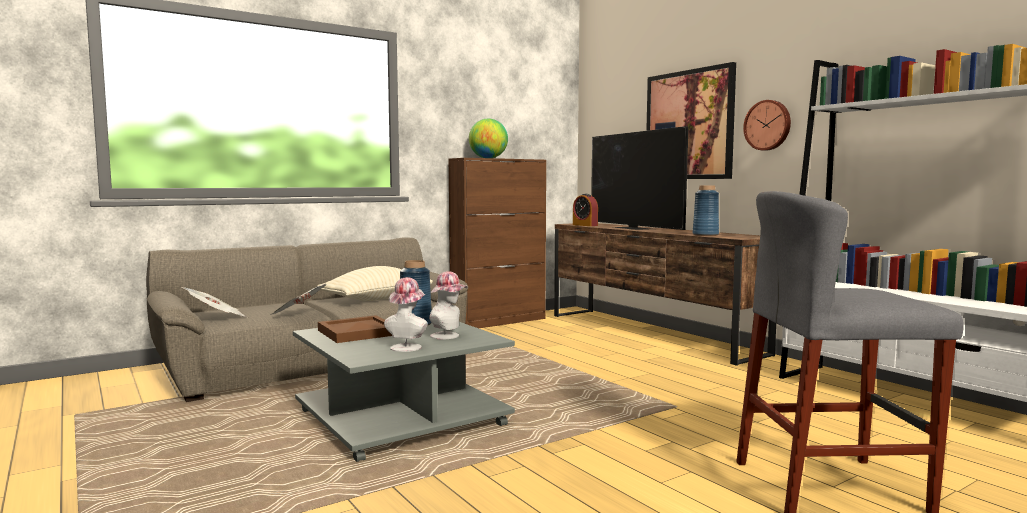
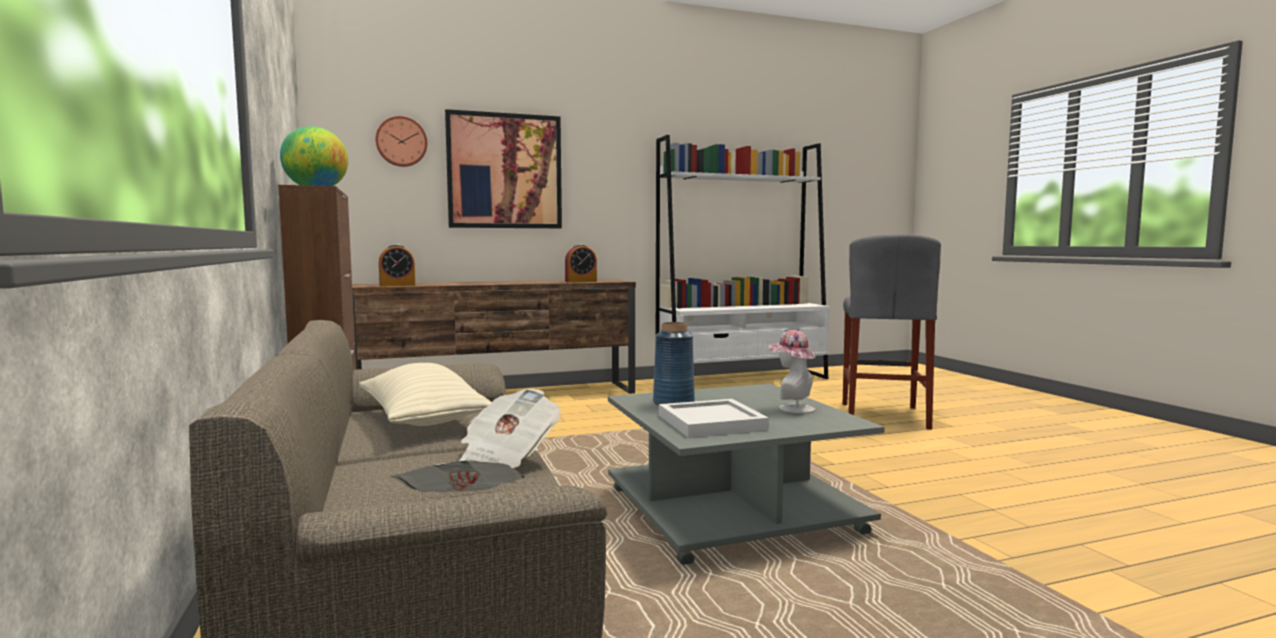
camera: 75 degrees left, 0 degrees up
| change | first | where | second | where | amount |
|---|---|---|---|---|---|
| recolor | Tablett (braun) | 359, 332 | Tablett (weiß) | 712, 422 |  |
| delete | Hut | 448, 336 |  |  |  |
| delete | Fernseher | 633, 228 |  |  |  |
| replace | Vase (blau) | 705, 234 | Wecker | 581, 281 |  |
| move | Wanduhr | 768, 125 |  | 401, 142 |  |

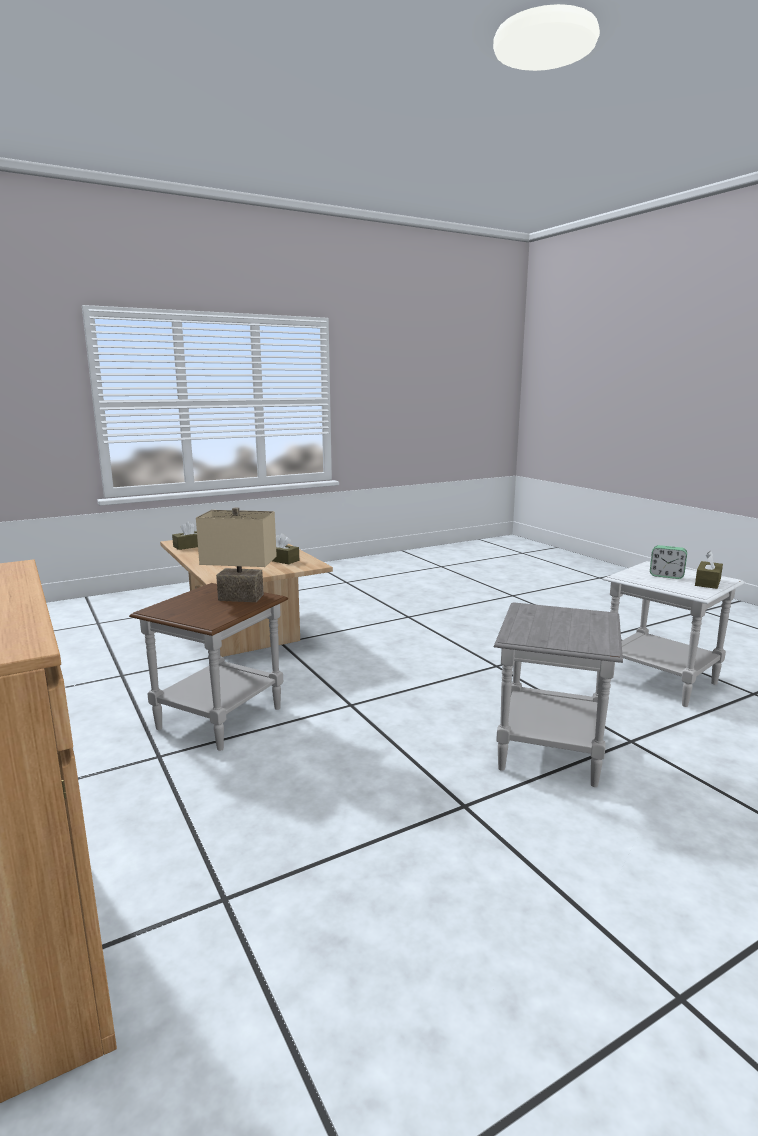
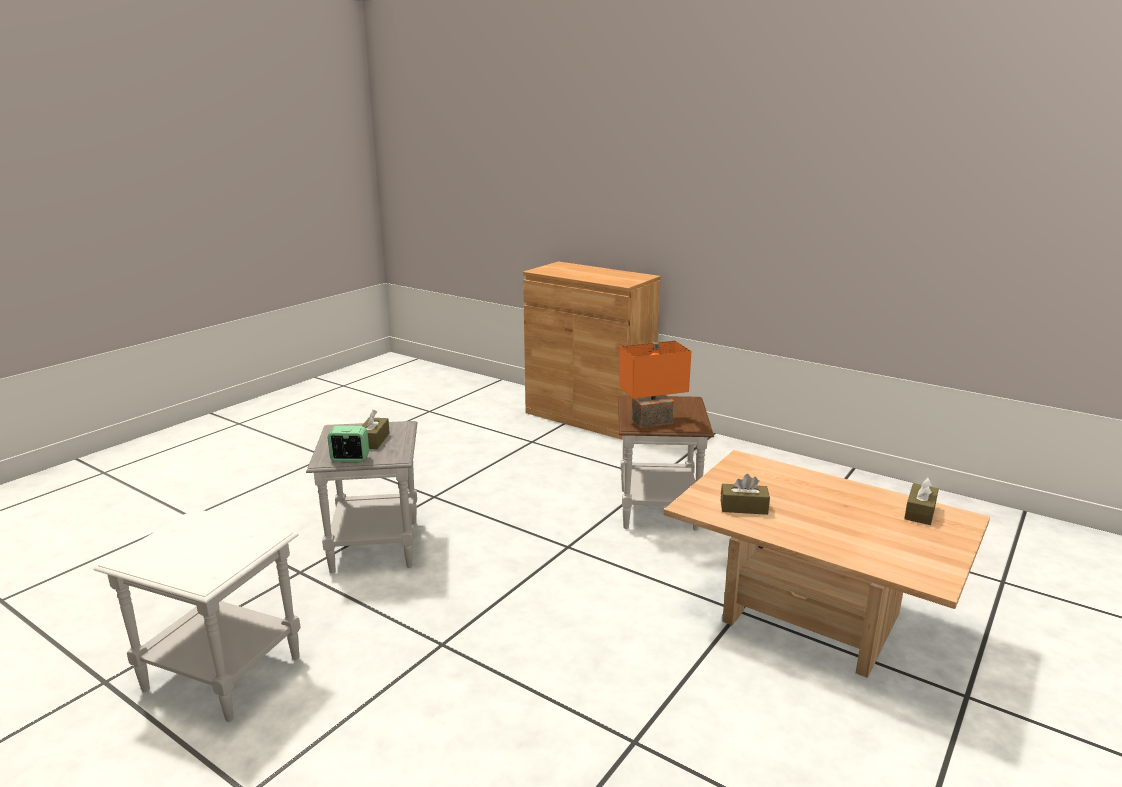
camera: 155 degrees right, 5 degrees up
| change | first | where | second | where | amount |
|---|---|---|---|---|---|
| recolor | Tischlampe (beige) | 239, 598 | Tischlampe (orange) | 651, 420 |  |
| move | Wecker | 666, 576 |  | 350, 459 |  |
| move | Taschentuchbox (braun) | 707, 582 |  | 373, 440 |  |

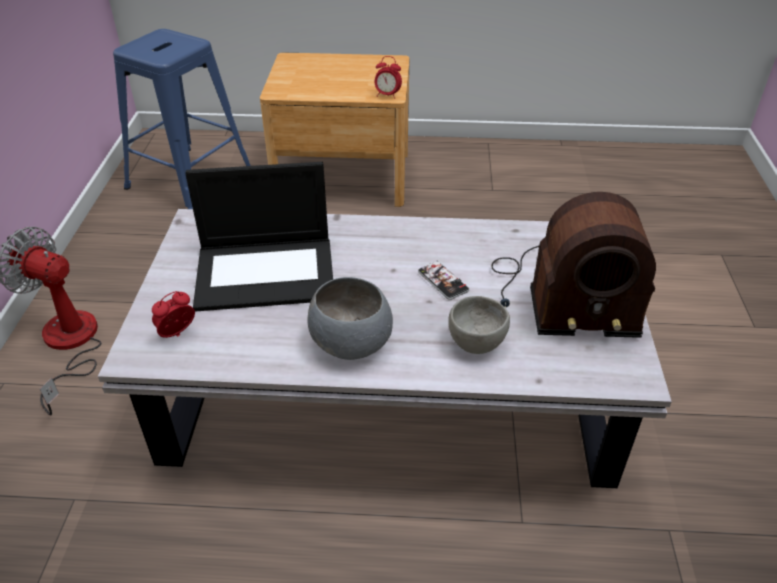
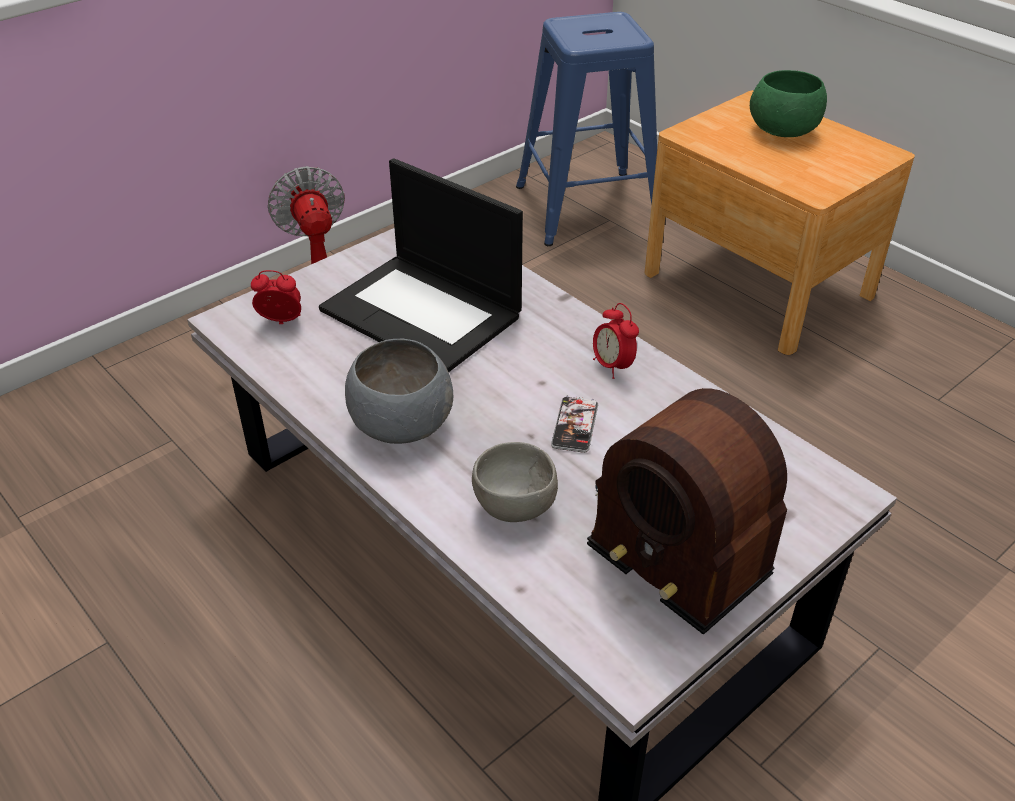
camera: 45 degrees right, 0 degrees up
| change | first | where | second | where | amount |
|---|---|---|---|---|---|
| move | Wecker | 387, 95 |  | 612, 366 |  |
| insert |  |  | Schüssel (grün) | 783, 130 |  |

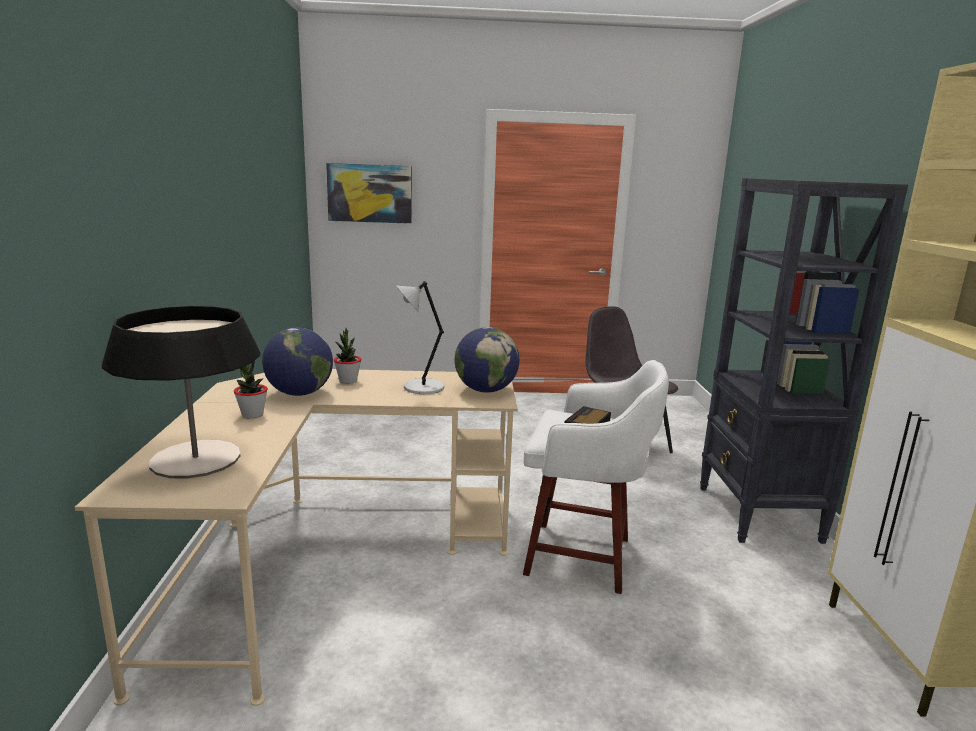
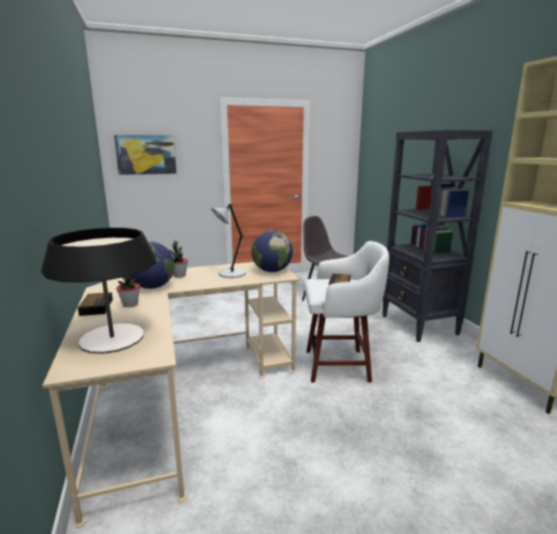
camera: 15 degrees left, 0 degrees up
| change | first | where | second | where | amount |
|---|---|---|---|---|---|
| insert |  |  | Wecker | 97, 306 |  |

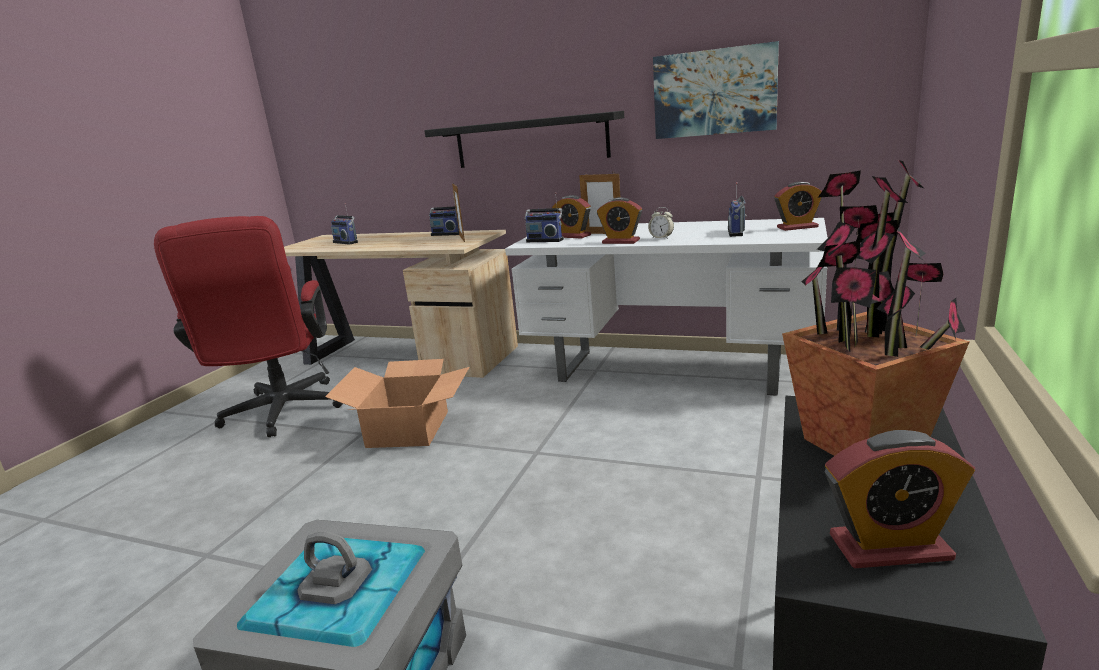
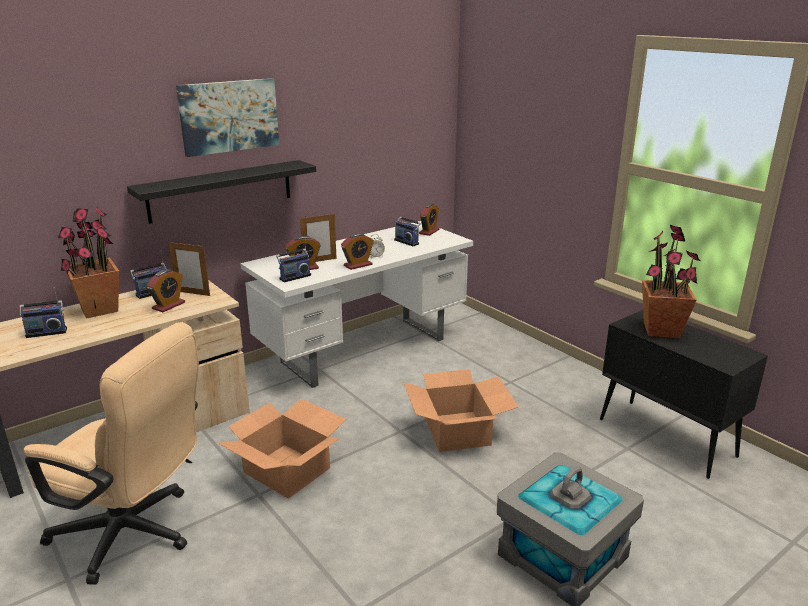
camera: 60 degrees left, 5 degrees up
| change | first | where | second | where | amount |
|---|---|---|---|---|---|
| recolor | Bürostuhl (rot) | 281, 414 | Bürostuhl (beige) | 134, 534 |  |
| move | Bild | 714, 92 |  | 229, 116 |  |
| move | Wecker | 889, 547 |  | 168, 305 |  |
| insert |  |  | Topfpflanze | 99, 309 |  |
| insert |  |  | Karton | 458, 431 |  |

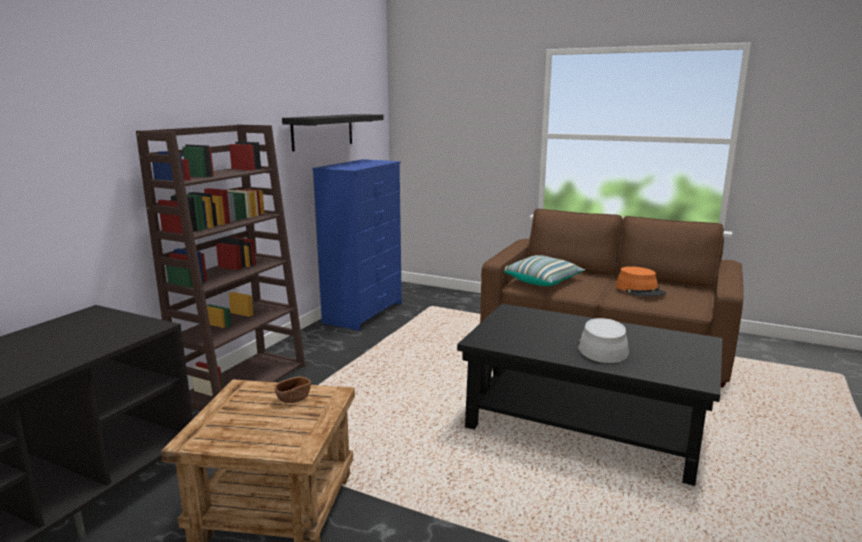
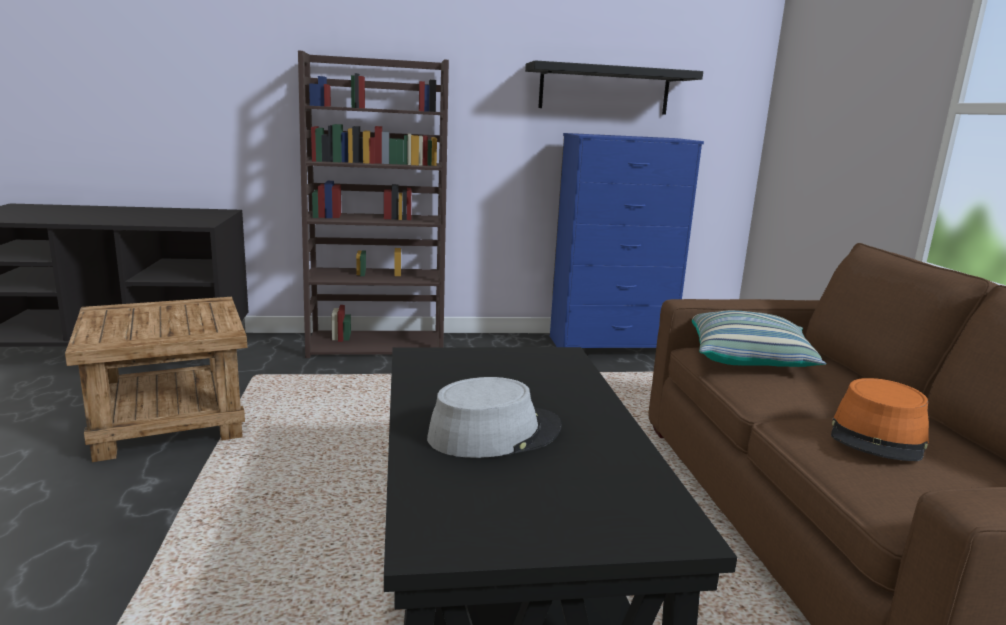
camera: 55 degrees right, 0 degrees up
| change | first | where | second | where | amount |
|---|---|---|---|---|---|
| delete | Schüssel (braun) | 293, 398 |  |  |  |

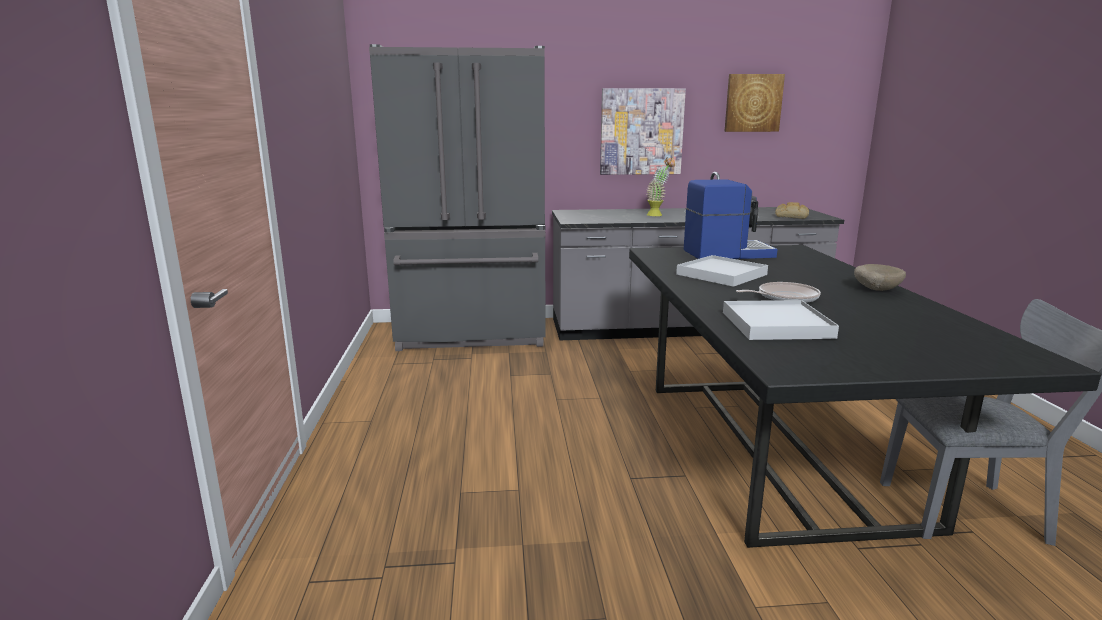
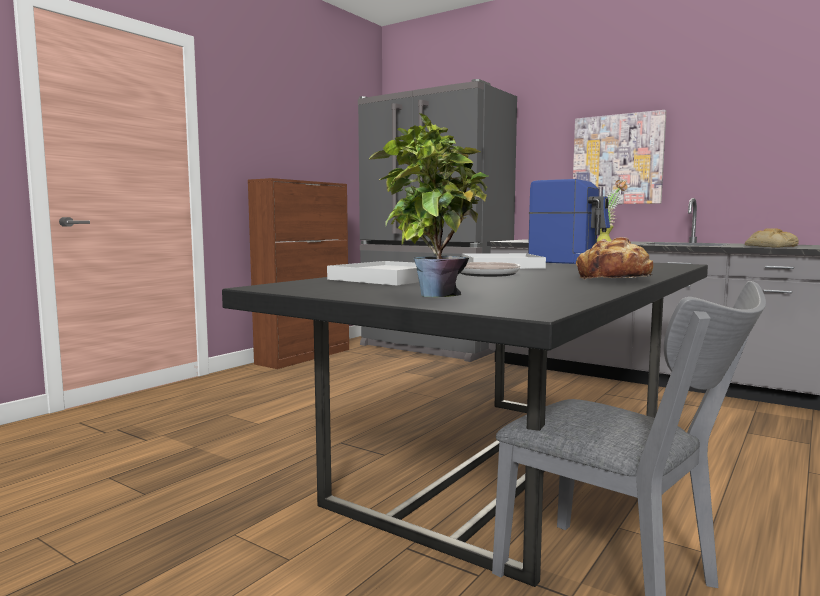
camera: 40 degrees right, 10 degrees down
| change | first | where | second | where | amount |
|---|---|---|---|---|---|
| delete | Bild | 753, 103 |  |  |  |
| replace | Schüssel (beige) | 875, 289 | Brot | 614, 279 |  |
| insert |  |  | Schrank (braun) | 304, 356 |  |
| insert |  |  | Topfpflanze | 431, 295 |  |

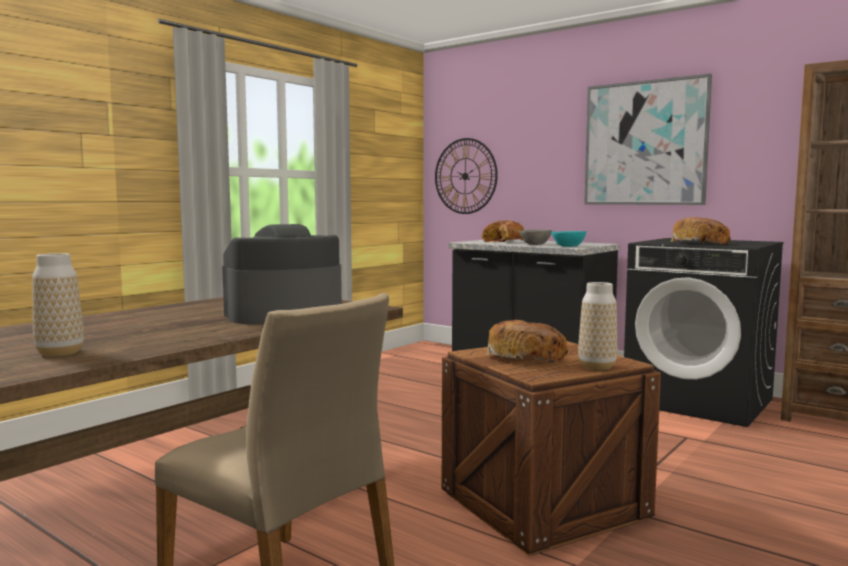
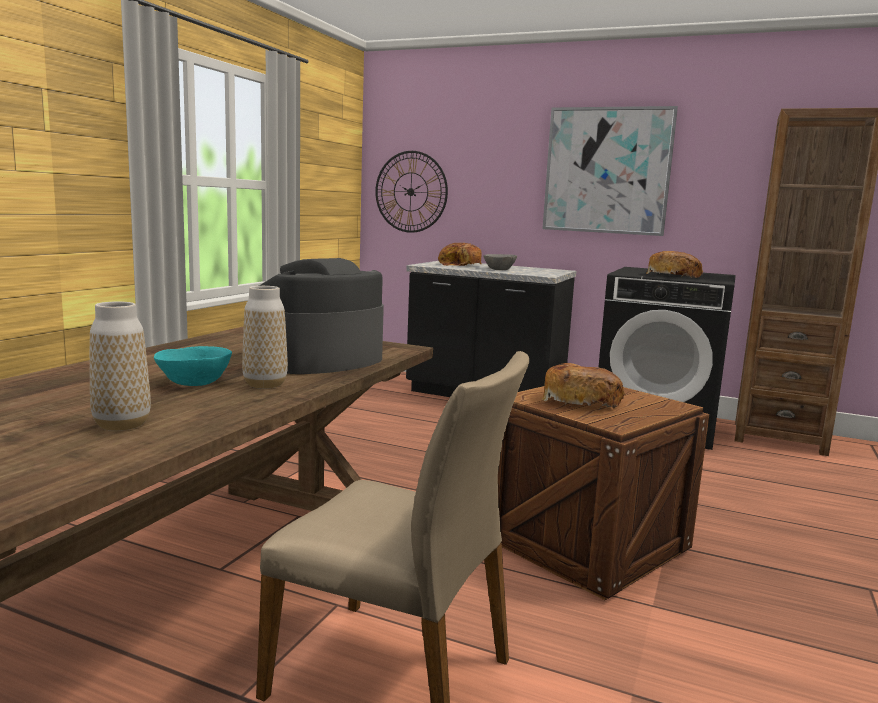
camera: 15 degrees left, 5 degrees up
| change | first | where | second | where | amount |
|---|---|---|---|---|---|
| move | Schüssel (türkis) | 568, 246 |  | 195, 382 |  |
| move | Vase | 597, 367 |  | 265, 384 |  |

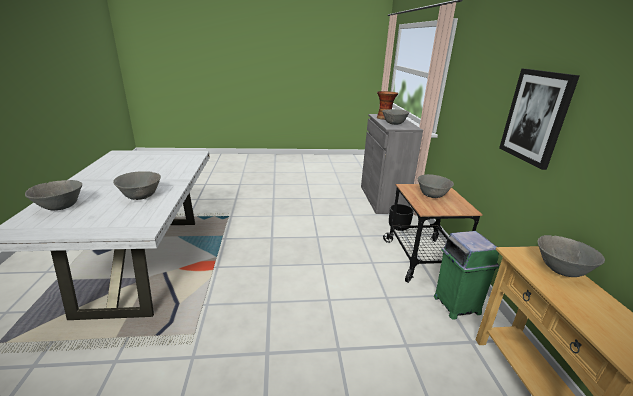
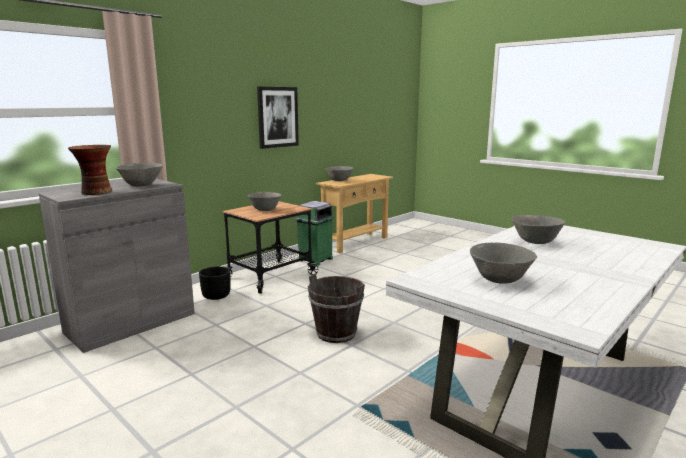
camera: 130 degrees left, 10 degrees down
| change | first | where | second | where | amount |
|---|---|---|---|---|---|
| move | Schüssel (grau) | 60, 207 |  | 500, 280 |  |
| insert |  |  | Eimer (braun) | 336, 333 |  |

